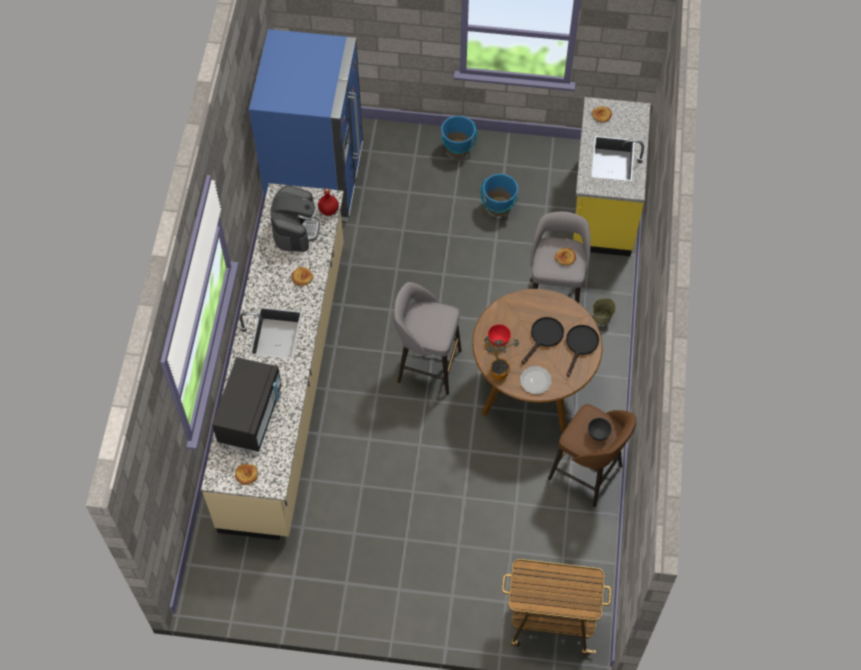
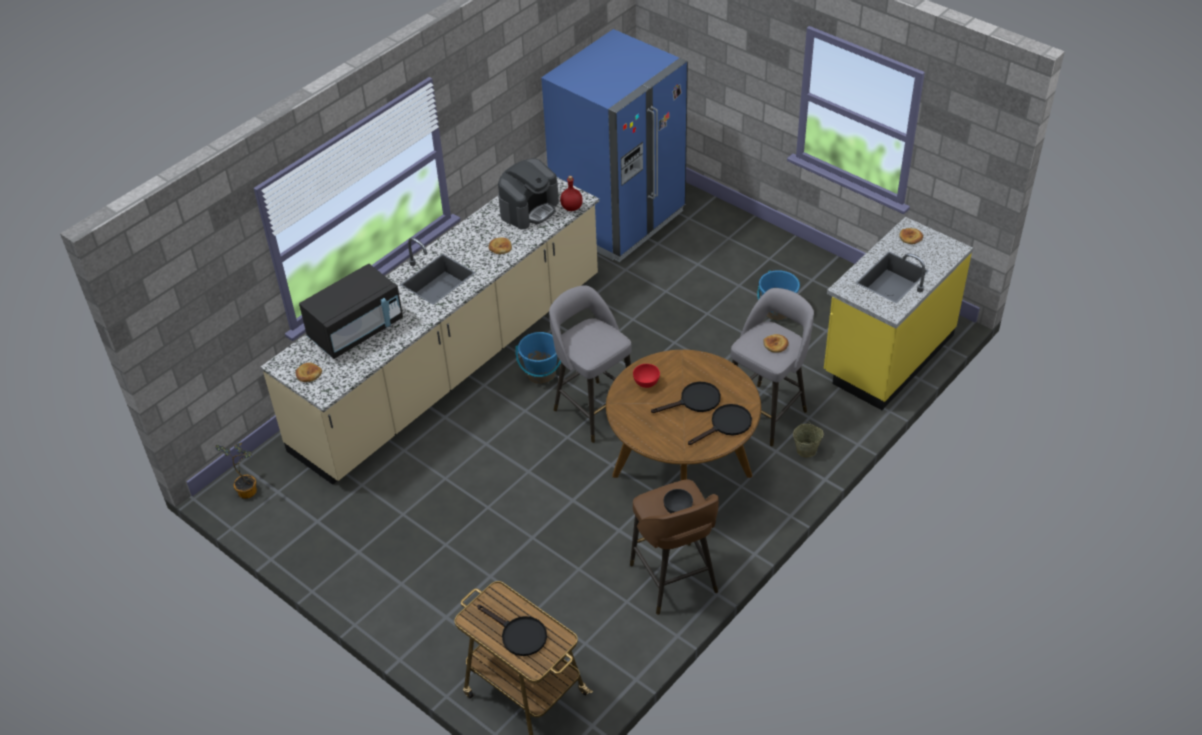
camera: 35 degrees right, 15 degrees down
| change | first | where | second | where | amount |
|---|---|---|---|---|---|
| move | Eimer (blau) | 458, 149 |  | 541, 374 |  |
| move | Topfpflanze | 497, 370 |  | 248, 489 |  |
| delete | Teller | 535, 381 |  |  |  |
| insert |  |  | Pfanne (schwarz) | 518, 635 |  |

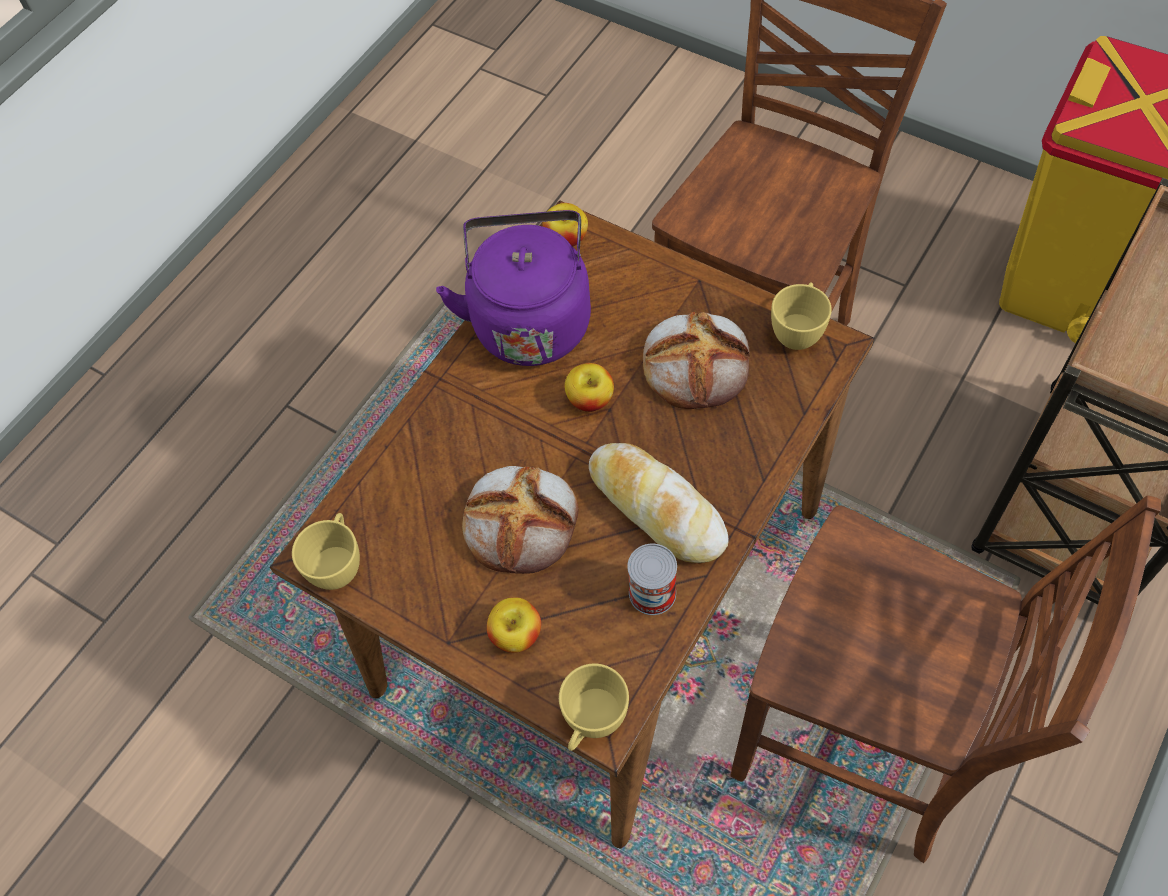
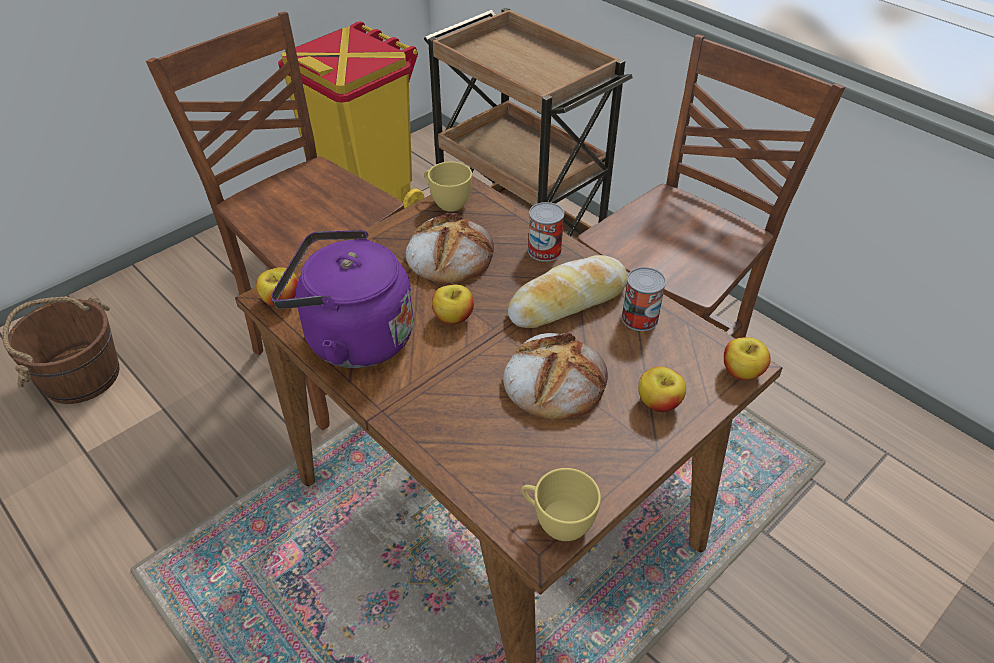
camera: 80 degrees left, 15 degrees down
| change | first | where | second | where | amount |
|---|---|---|---|---|---|
| replace | Tasse (gelb) | 592, 722 | Apfel | 741, 372 |  |
| insert |  |  | Eimer (braun) | 80, 375 |  |
| insert |  |  | Dose | 544, 250 |  |

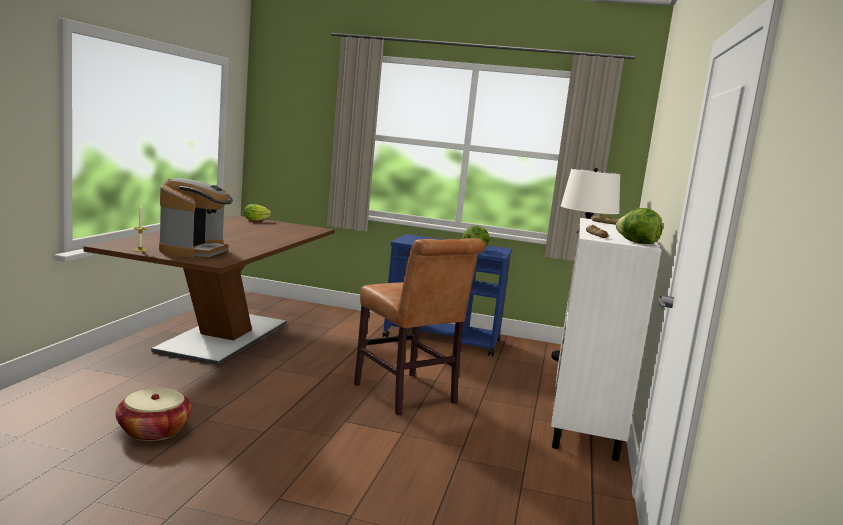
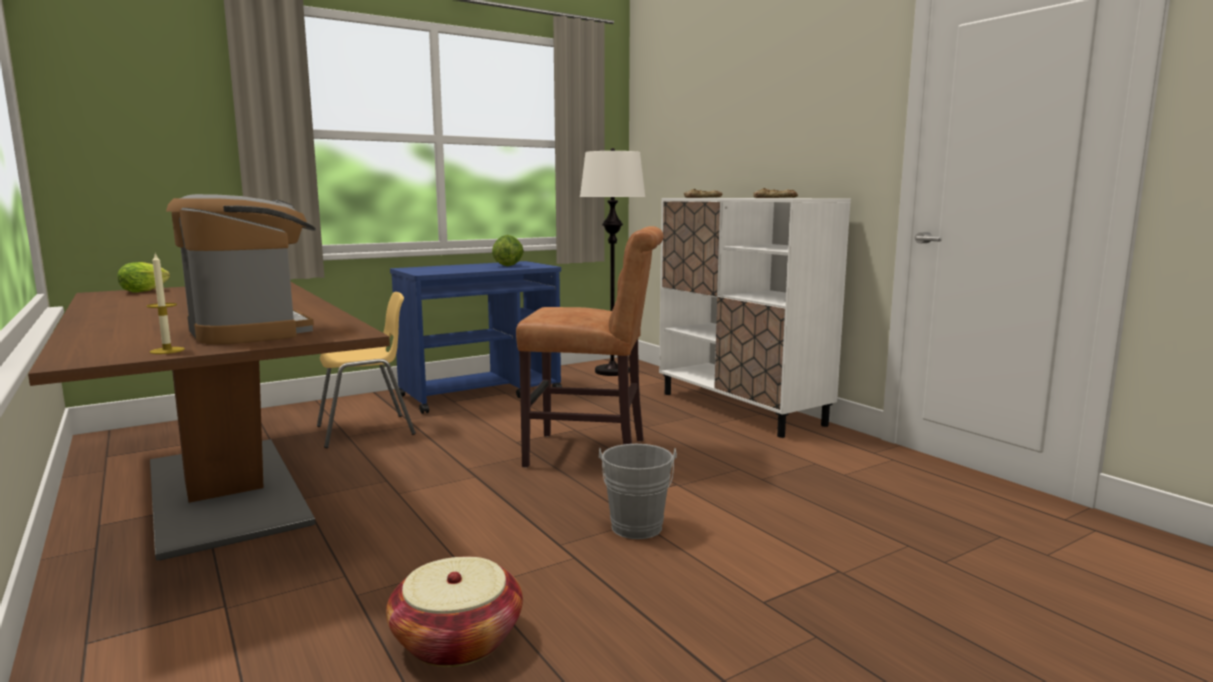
camera: 45 degrees left, 0 degrees up
| change | first | where | second | where | amount |
|---|---|---|---|---|---|
| delete | Salatkopf | 637, 243 |  |  |  |
| insert |  |  | Stuhl (gelb) | 367, 431 |  |
| insert |  |  | Eimer (grau) | 637, 530 |  |

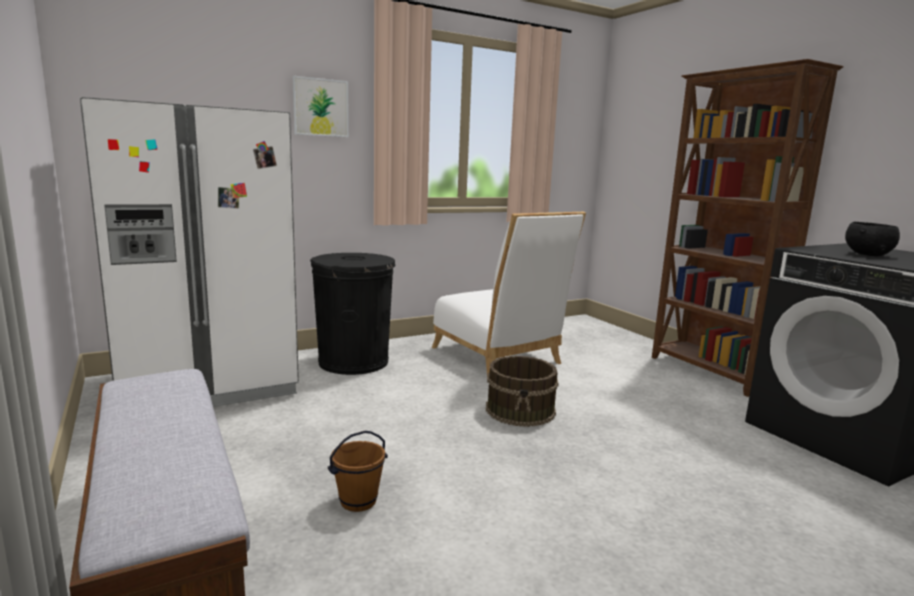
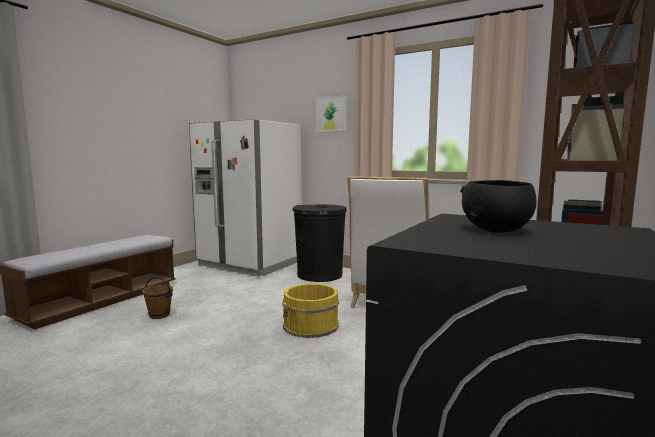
camera: 60 degrees right, 5 degrees down
| change | first | where | second | where | amount |
|---|---|---|---|---|---|
| recolor | Eimer (braun) | 521, 410 | Eimer (gelb) | 311, 326 |  |

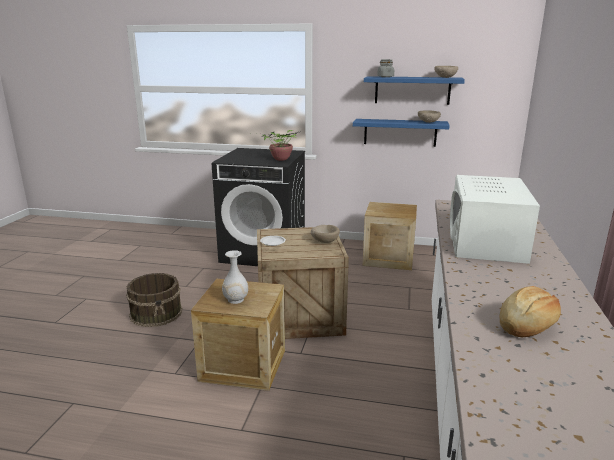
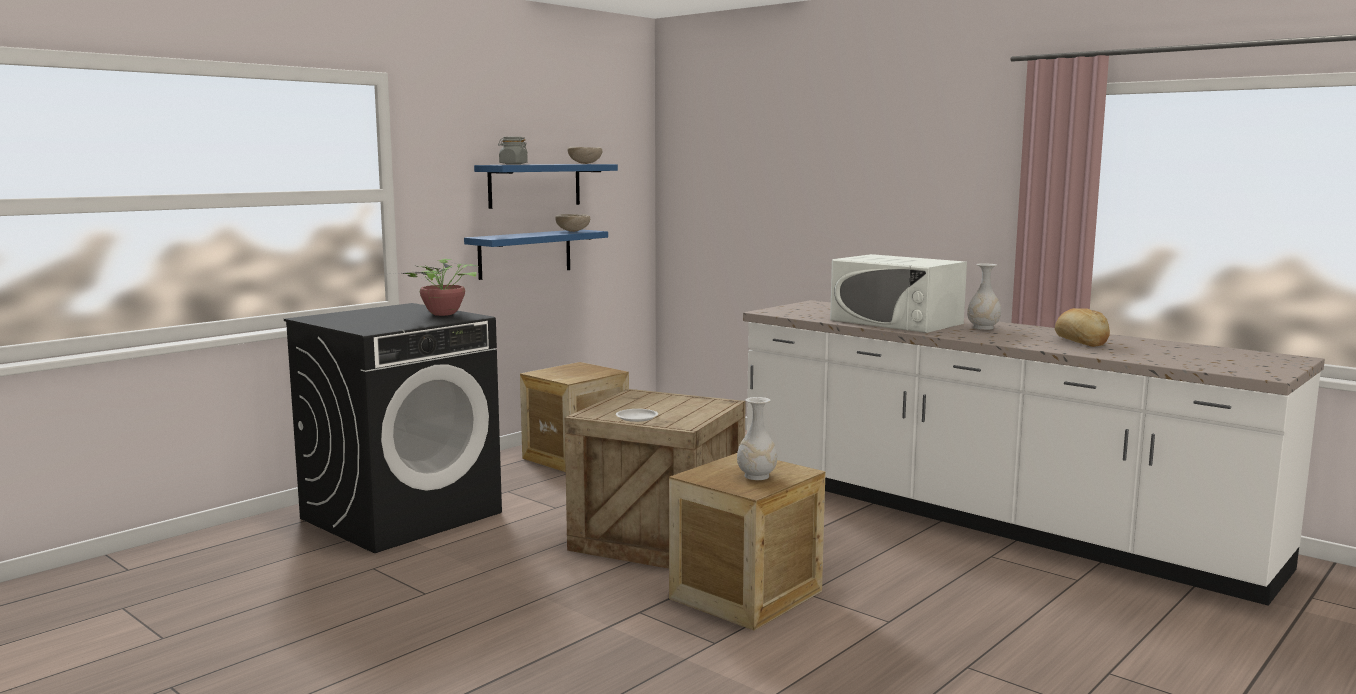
camera: 60 degrees left, 10 degrees down
| change | first | where | second | where | amount |
|---|---|---|---|---|---|
| delete | Eimer (braun) | 156, 313 |  |  |  |
| delete | Schüssel (beige) | 325, 241 |  |  |  |
| insert |  |  | Vase (weiß) | 983, 328 |  |

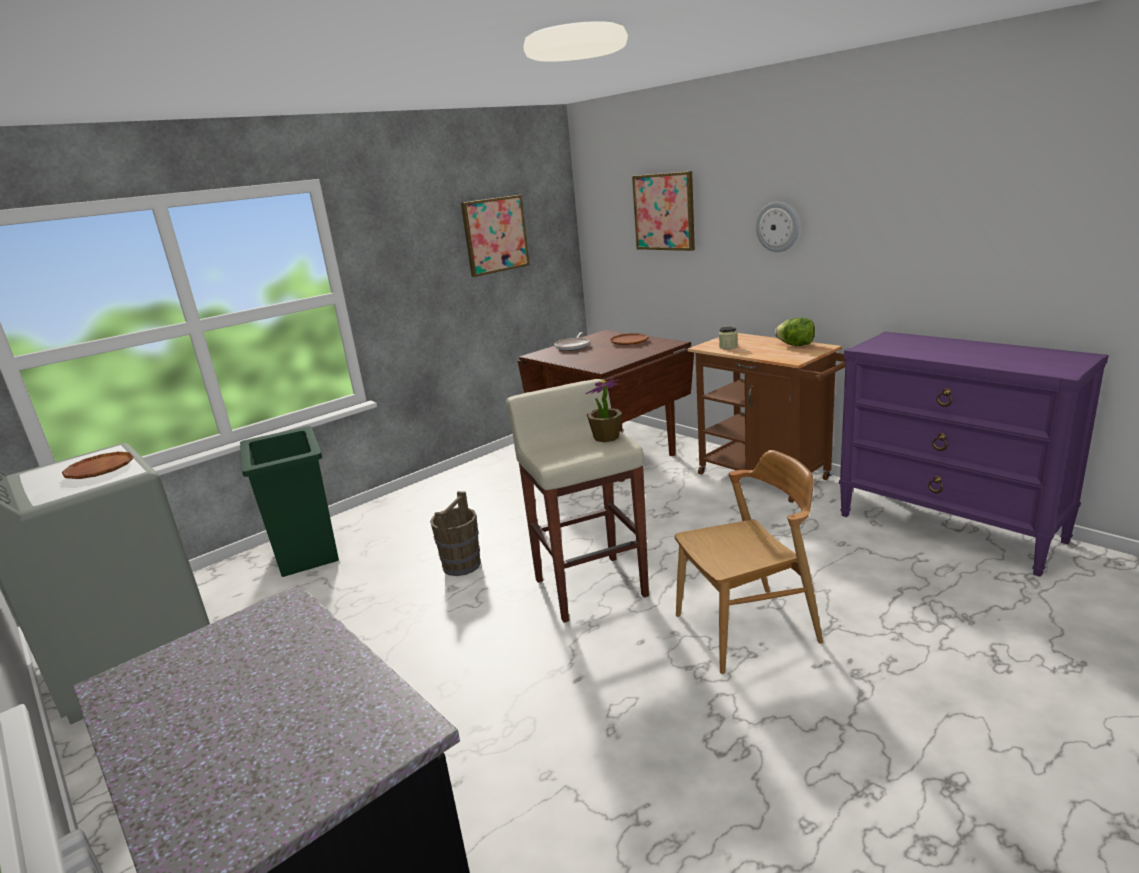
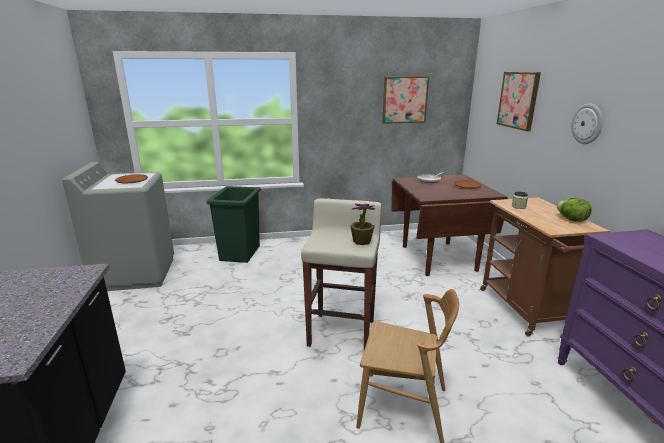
camera: 30 degrees right, 0 degrees up
| change | first | where | second | where | amount |
|---|---|---|---|---|---|
| delete | Eimer (braun) | 461, 565 |  |  |  |

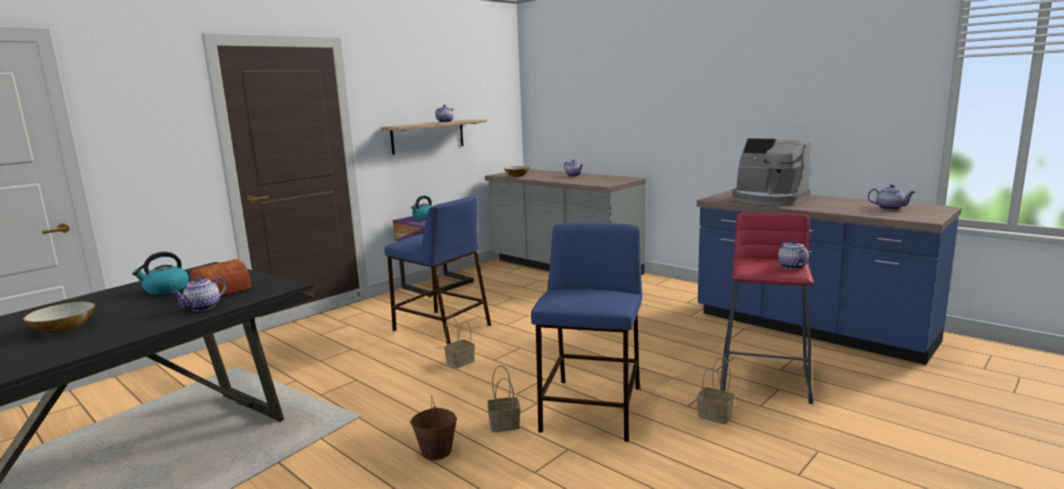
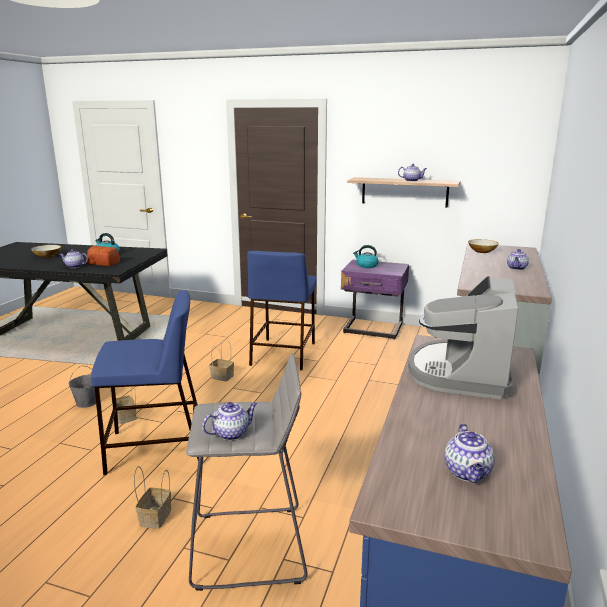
camera: 65 degrees right, 5 degrees up
| change | first | where | second | where | amount |
|---|---|---|---|---|---|
| recolor | Eimer (braun) | 436, 451 | Eimer (grau) | 87, 402 |  |
| recolor | Hocker (rot) | 765, 379 | Hocker (grau) | 250, 547 |  |

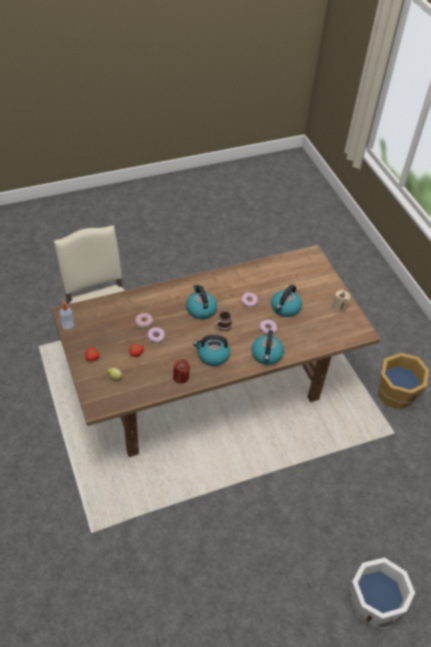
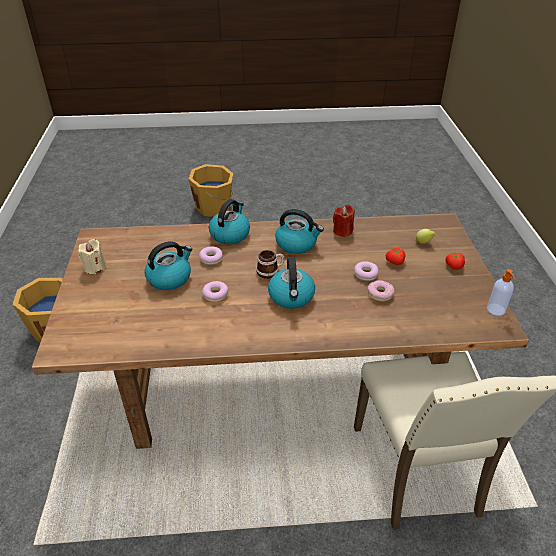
camera: 160 degrees left, 10 degrees down
| change | first | where | second | where | amount |
|---|---|---|---|---|---|
| recolor | Eimer (weiß) | 372, 603 | Eimer (orange) | 214, 207 |  |

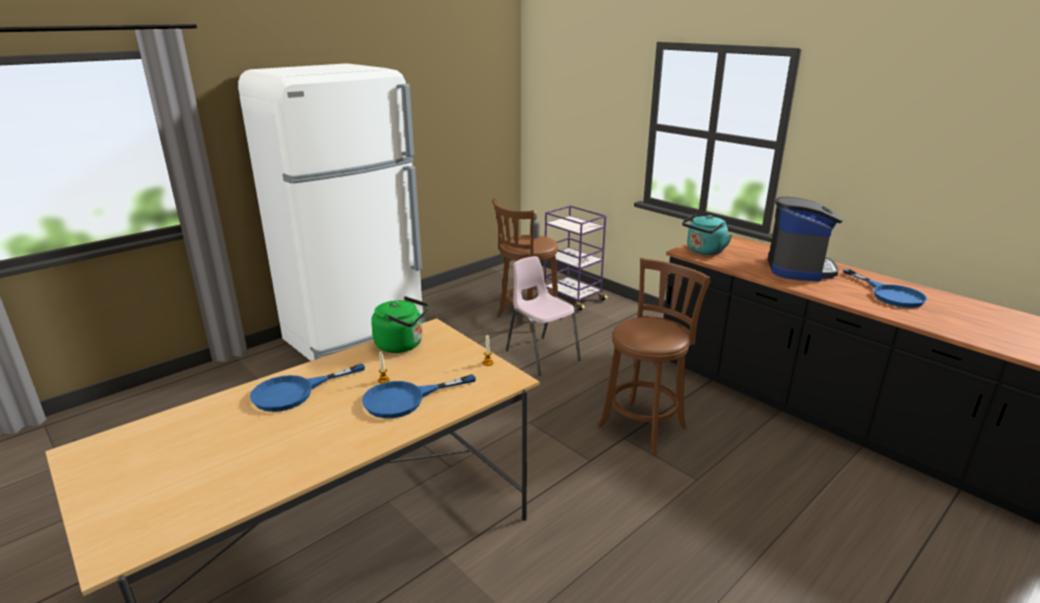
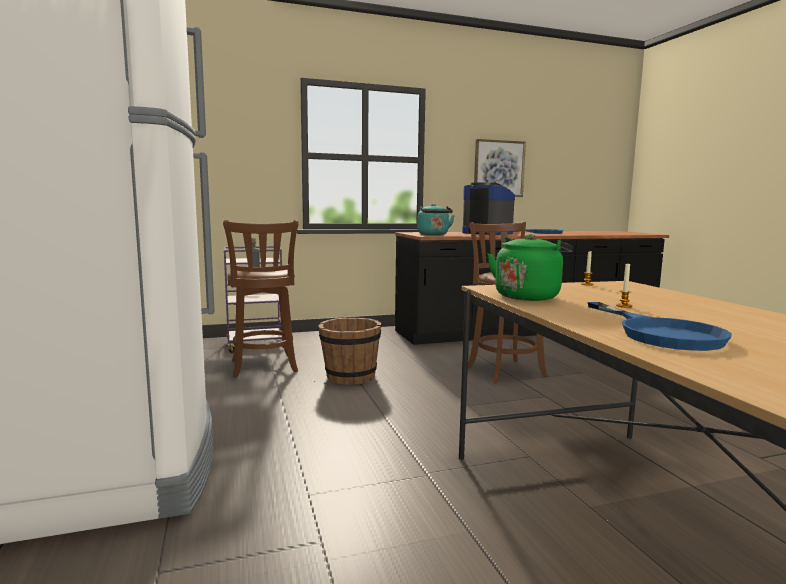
camera: 65 degrees left, 15 degrees down
| change | first | where | second | where | amount |
|---|---|---|---|---|---|
| delete | Pfanne (blau) | 405, 399 |  |  |  |
| replace | Stuhl (rosa) | 541, 355 | Eimer (braun) | 350, 377 |  |
| insert |  |  | Bild | 499, 168 |  |

